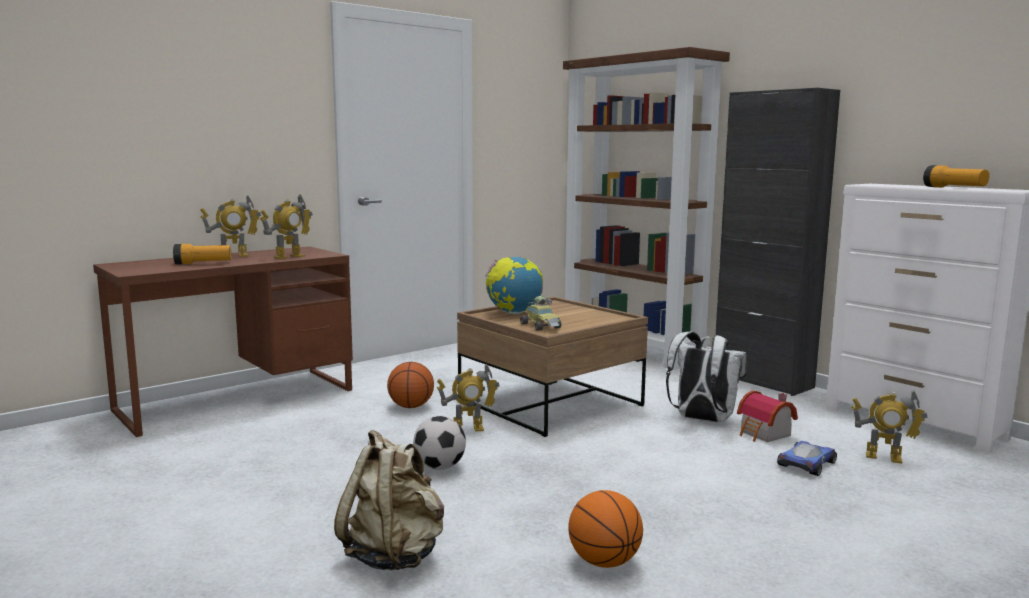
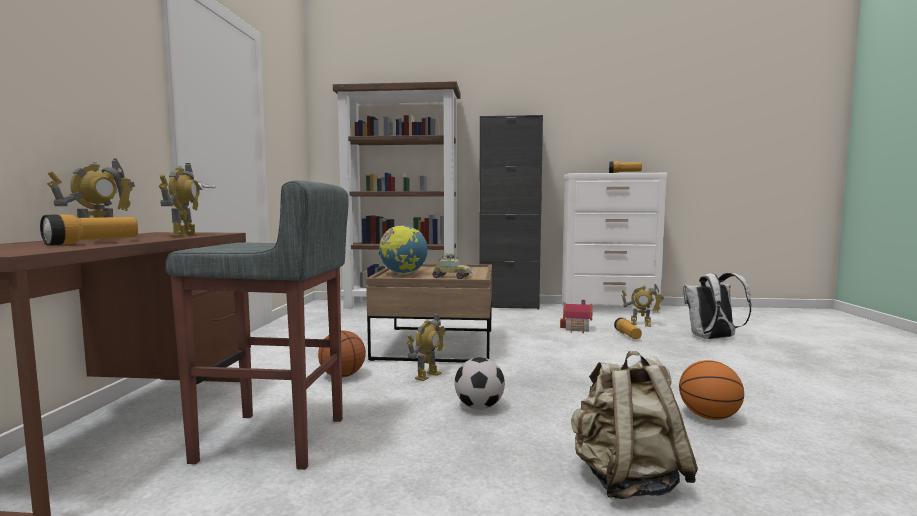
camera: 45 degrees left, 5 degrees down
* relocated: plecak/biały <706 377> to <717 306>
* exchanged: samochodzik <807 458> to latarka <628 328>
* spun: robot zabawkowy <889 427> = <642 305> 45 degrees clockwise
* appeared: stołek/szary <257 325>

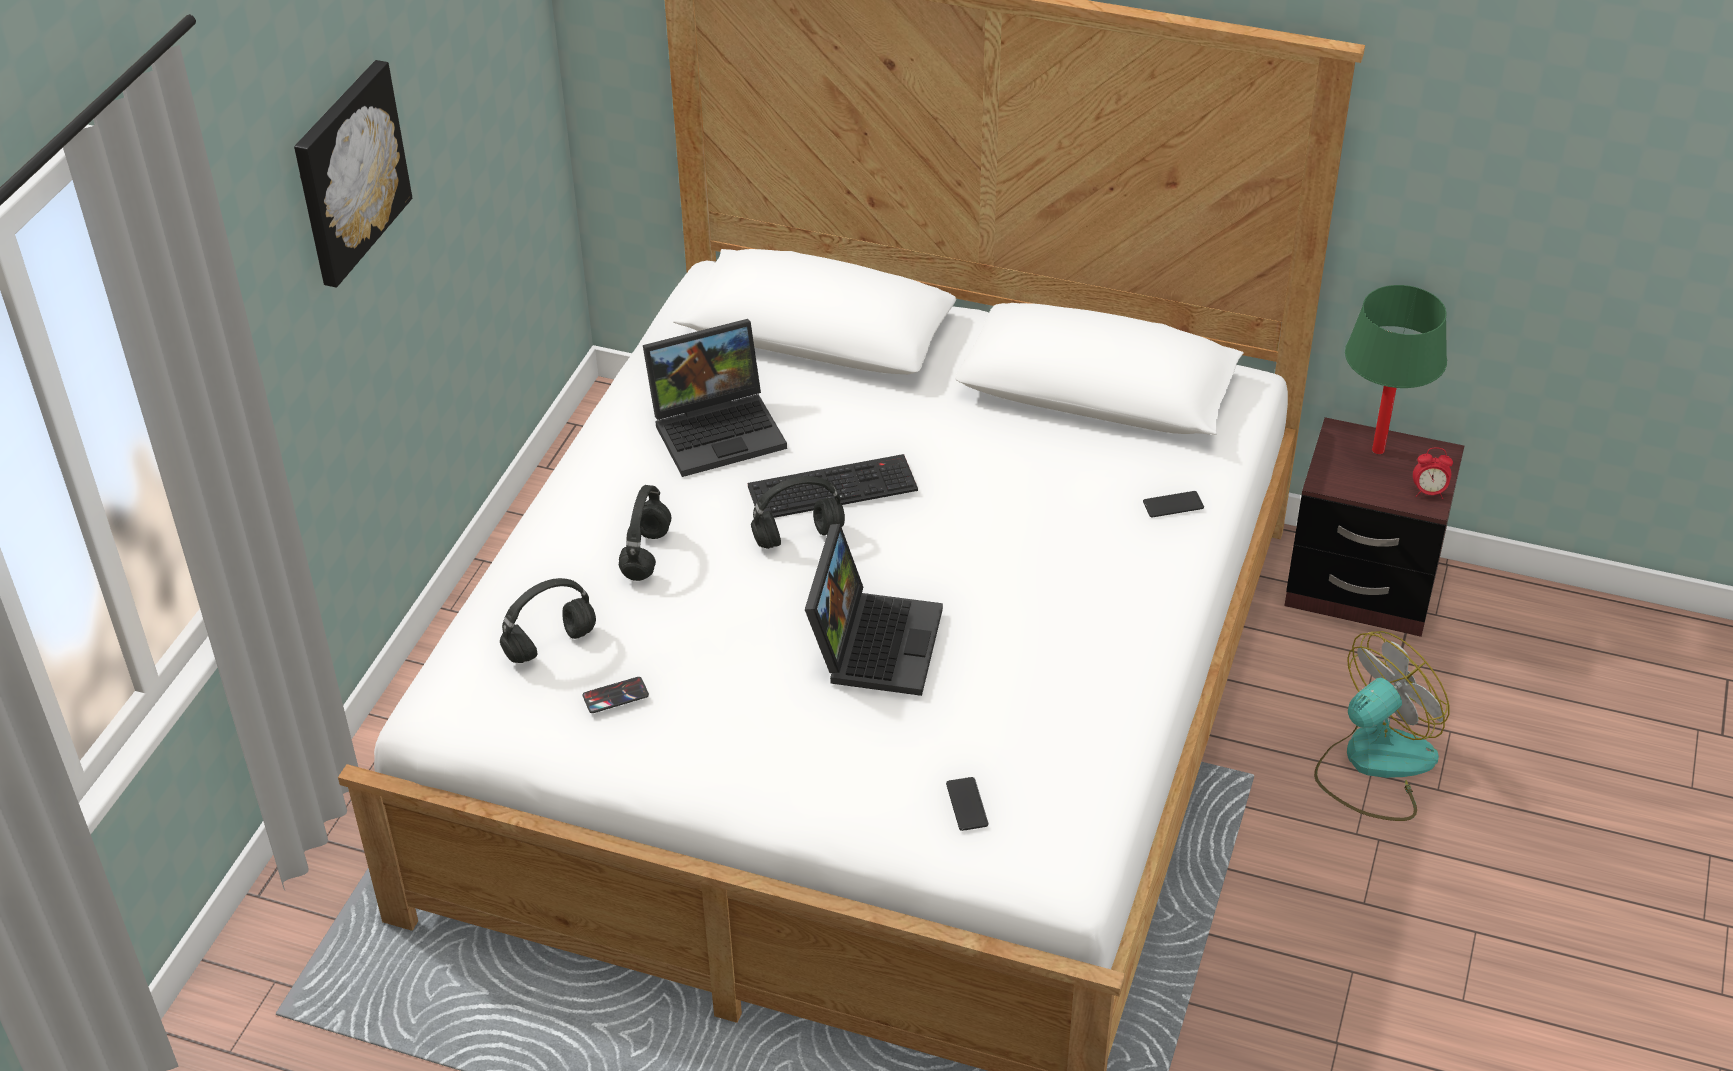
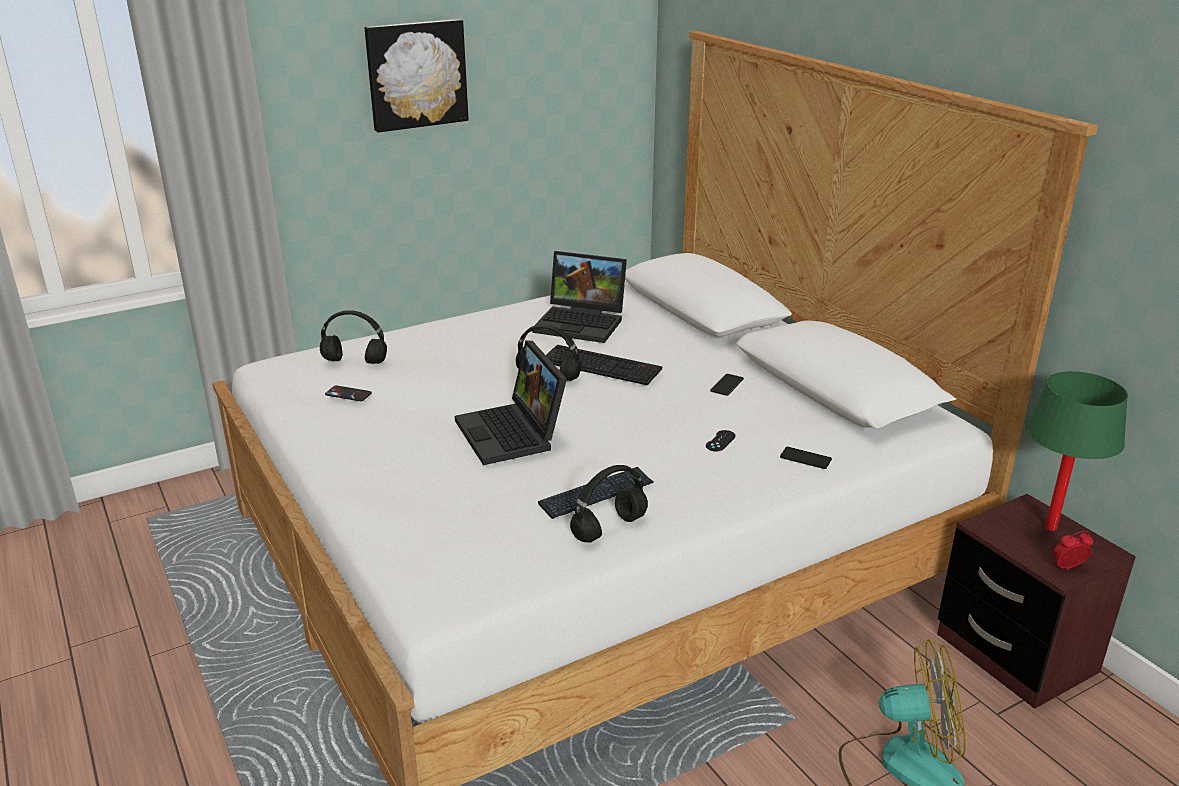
camera: 40 degrees right, 15 degrees down
* relocated: słuchawki/czarny <645 533> to <609 504>
* spun: laptop <874 610> = <511 402> 105 degrees clockwise
* relocated: telefon <967 804> to <727 385>
* spun: budzik <1433 473> = <1072 550> 120 degrees clockwise
* appeared: klawiatura <596 493>
* appeared: pad do gier/czarny <720 441>

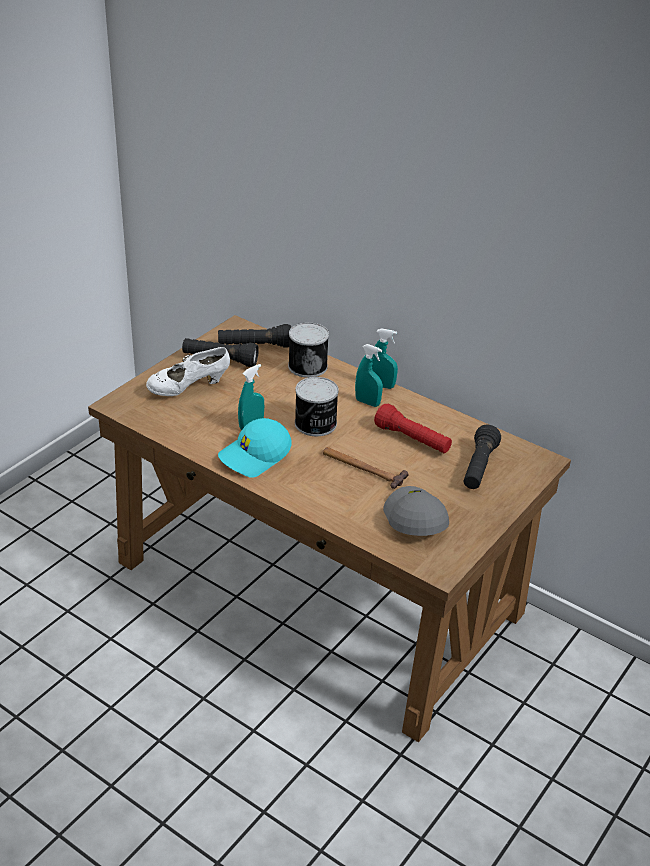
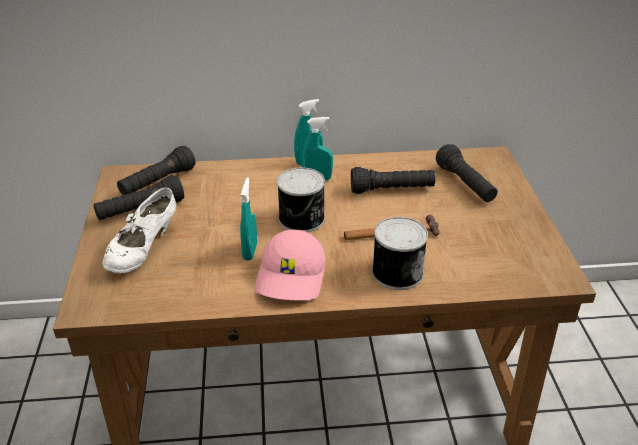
camera: 40 degrees left, 0 degrees up
* colour: czapka z daszkiem/turkusowy <255 448> to czapka z daszkiem/różowy <290 265>
* relocated: puszka <308 350> to <400 253>
* colour: latarka/czerwony <413 428> to latarka/czarny <393 180>
* missing: czapka z daszkiem/szary <416 511>

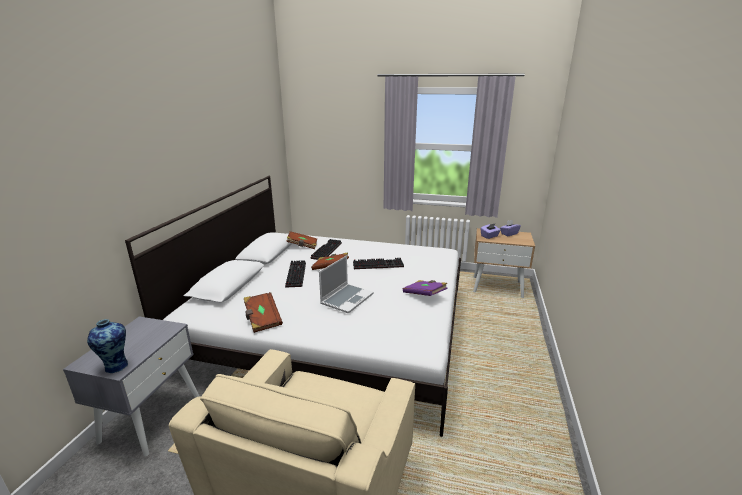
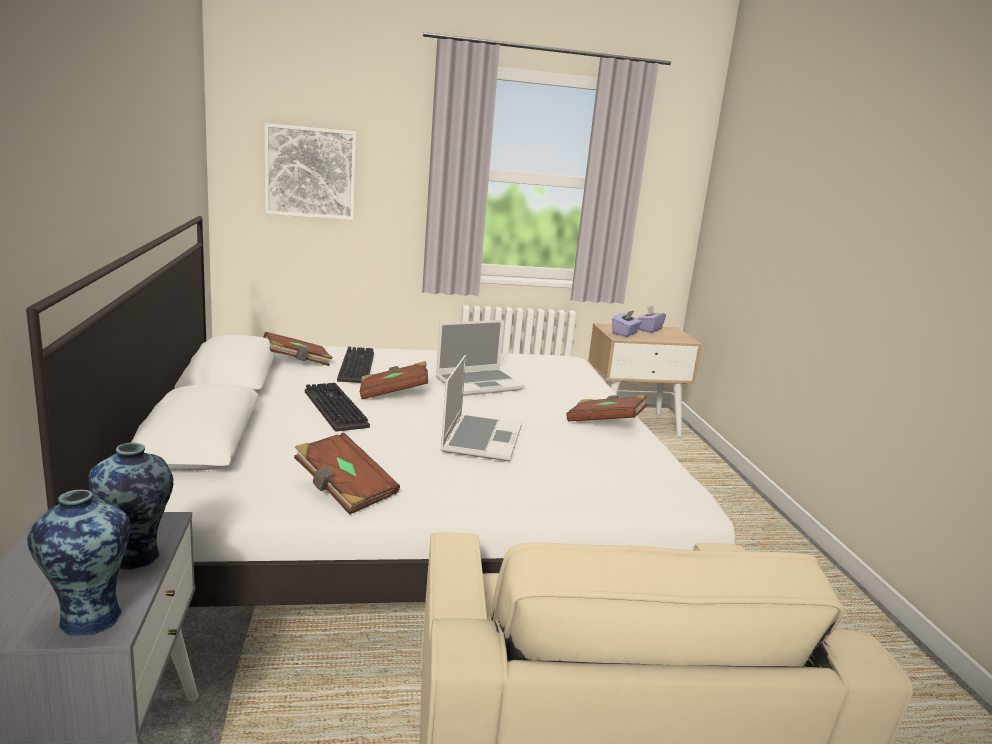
camera: 25 degrees left, 5 degrees down
* exchanged: klawiatura <378 263> to laptop <480 358>
* colour: książka/fioletowy <425 288> to książka/brązowy <606 408>
* appeared: wazon <130 506>
* appeared: obraz <310 171>

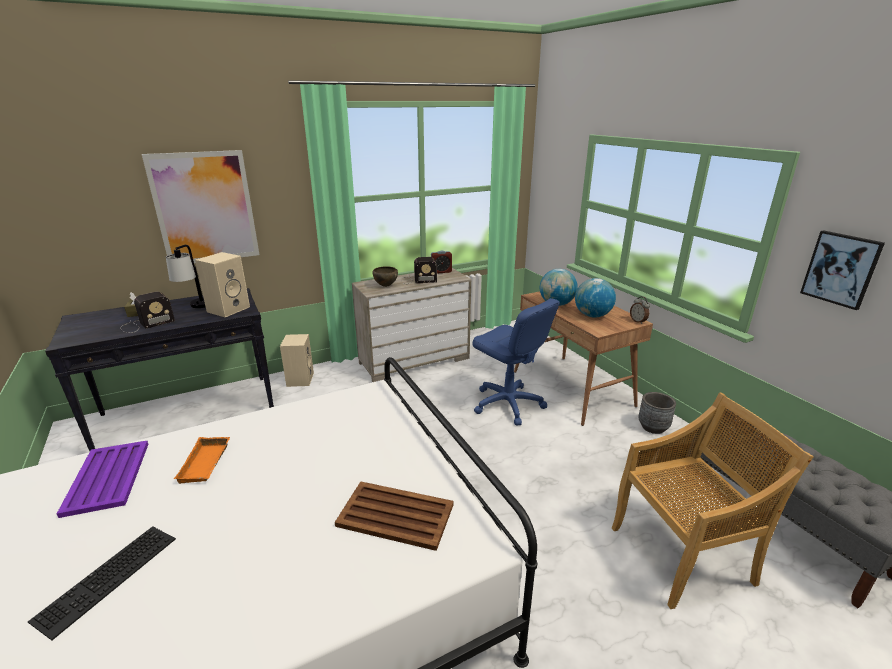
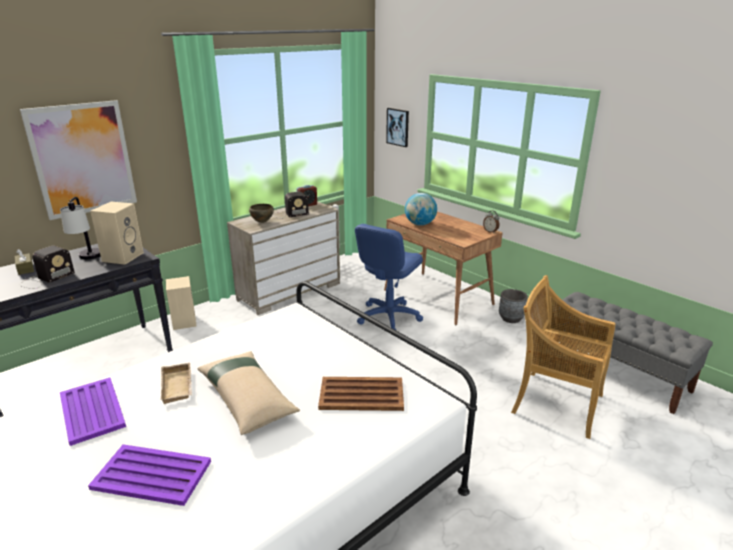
camera: 15 degrees left, 0 degrees up
* exchanged: klawiatura <102 583> to taca/fioletowy <149 475>
* colour: taca/pomarańczowy <202 460> to taca/beżowy <176 383>
* spun: krzesło biurowe/niebieski <516 362> = <389 277> 90 degrees clockwise
* missing: globus <595 298>
* spun: krzesło/beżowy <713 500> = <563 357> 120 degrees counterclockwise
* relocated: obraz <842 270> to <397 127>
* appeared: poduszka/beżowy <248 393>

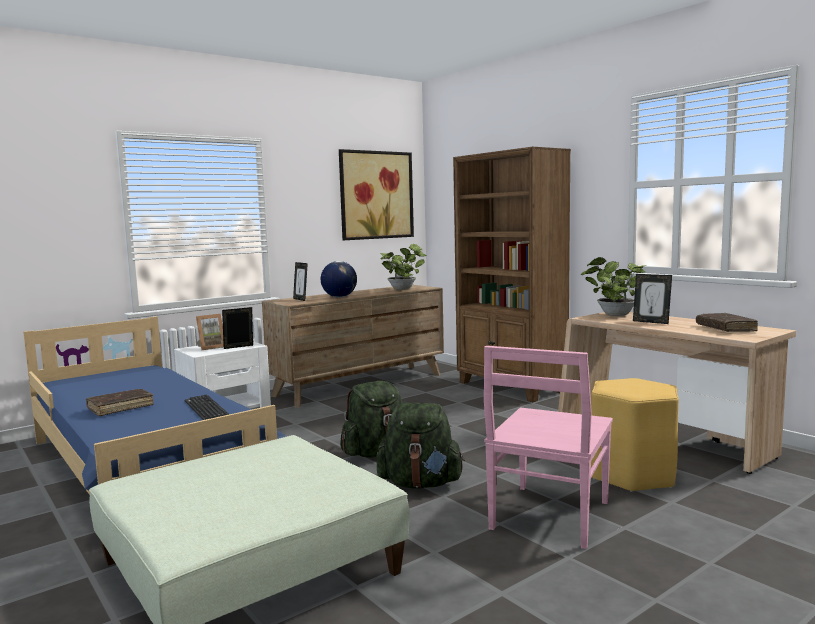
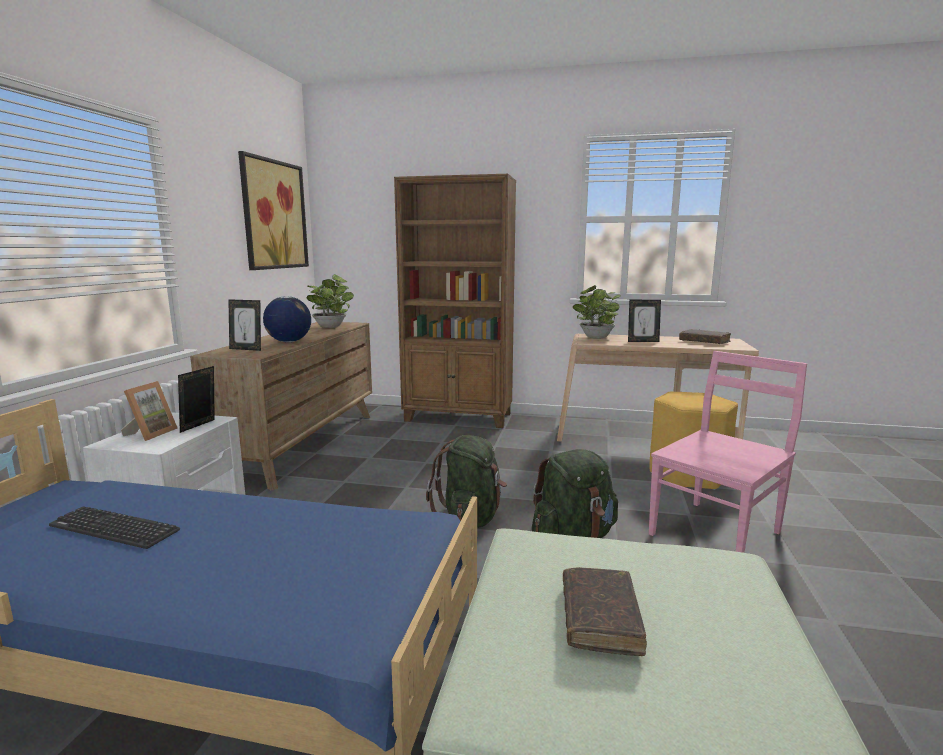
camera: 40 degrees left, 5 degrees up
* relocated: książka/brązowy <120 402> to <605 611>
* relocated: klawiatura <207 407> to <114 527>
* spun: krzesło/różowy <548 447> = <728 452> 120 degrees counterclockwise

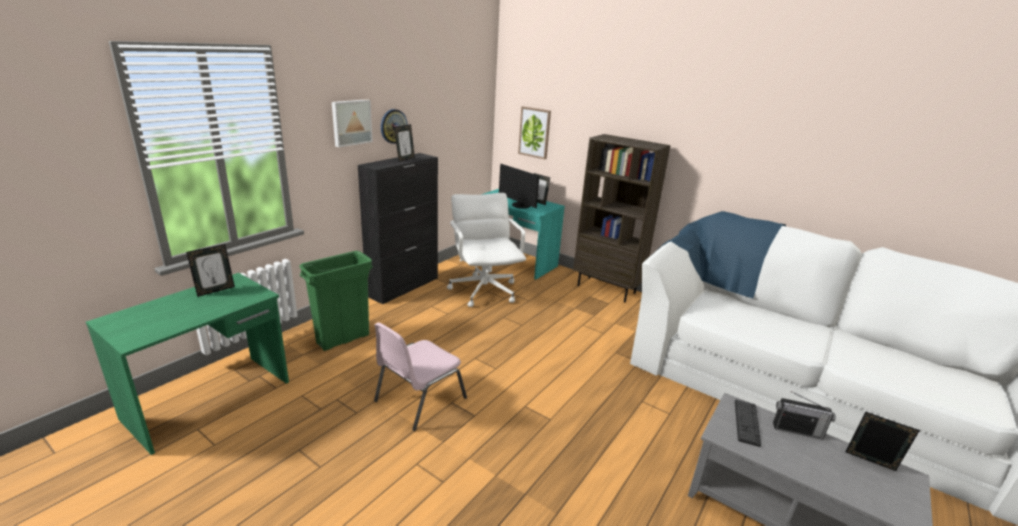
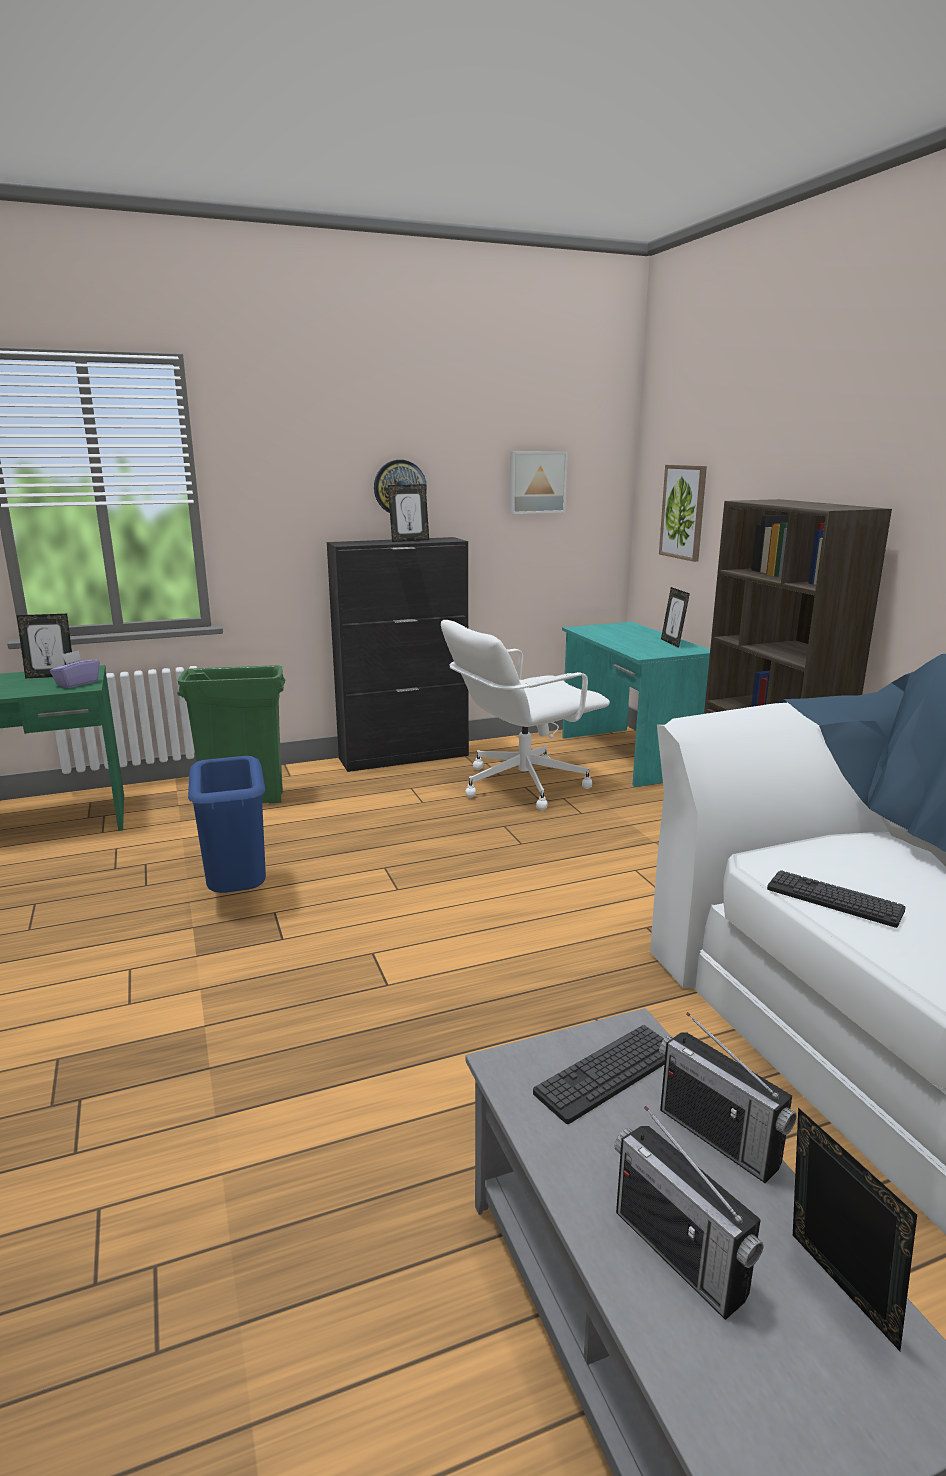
camera: 35 degrees right, 5 degrees down
* relocated: obraz <352 123> to <538 482>
* exchanged: krzesło/różowy <420 376> to kosz na śmieci/niebieski <227 824>
* spun: krzesło biurowe/biały <486 250> = <525 715> 135 degrees counterclockwise
* missing: monitor <519 186>
* appeared: pudełko chusteczek/fioletowy <75 669>
* appeared: radio <689 1213>
* appeared: klawiatura <836 899>

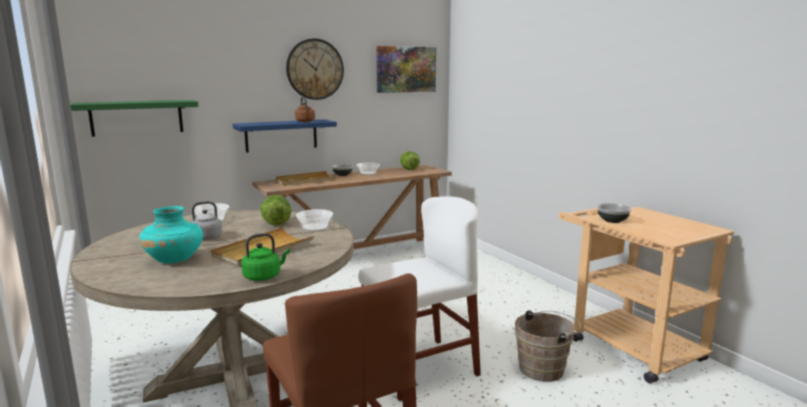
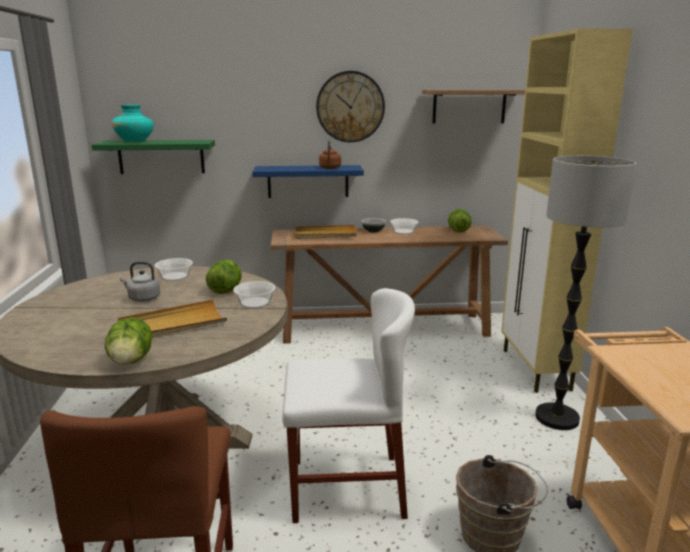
camera: 25 degrees right, 5 degrees up
* relocated: wazon/turkusowy <171 234> to <132 123>
* exchanged: czajnik/zielony <265 257> to sałata <128 341>
* exchanged: obraz <406 69> to półka <473 107>
* missing: miska <614 213>
* appeared: szafka/beżowy <567 210>
* appeared: lampa stojąca <585 293>

